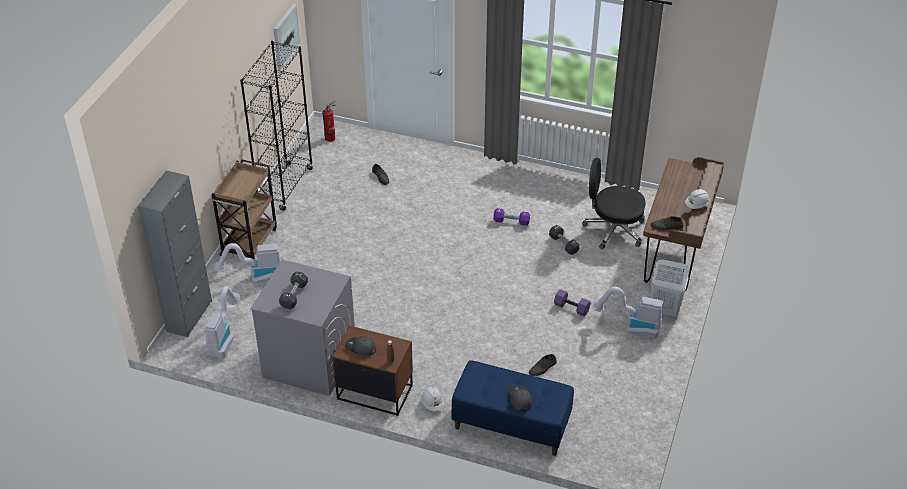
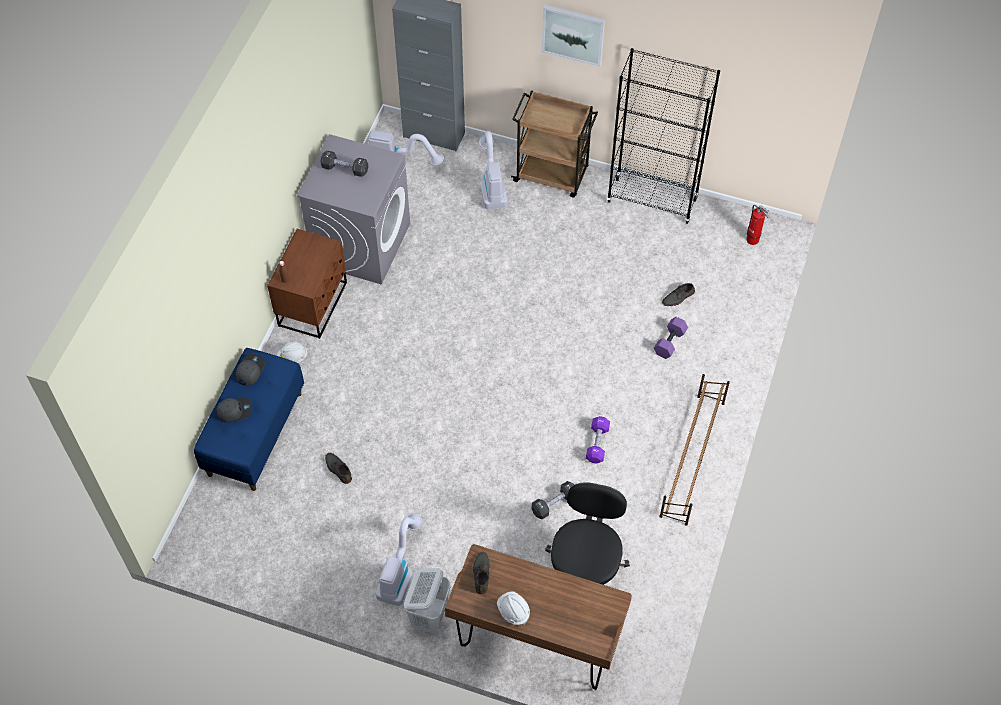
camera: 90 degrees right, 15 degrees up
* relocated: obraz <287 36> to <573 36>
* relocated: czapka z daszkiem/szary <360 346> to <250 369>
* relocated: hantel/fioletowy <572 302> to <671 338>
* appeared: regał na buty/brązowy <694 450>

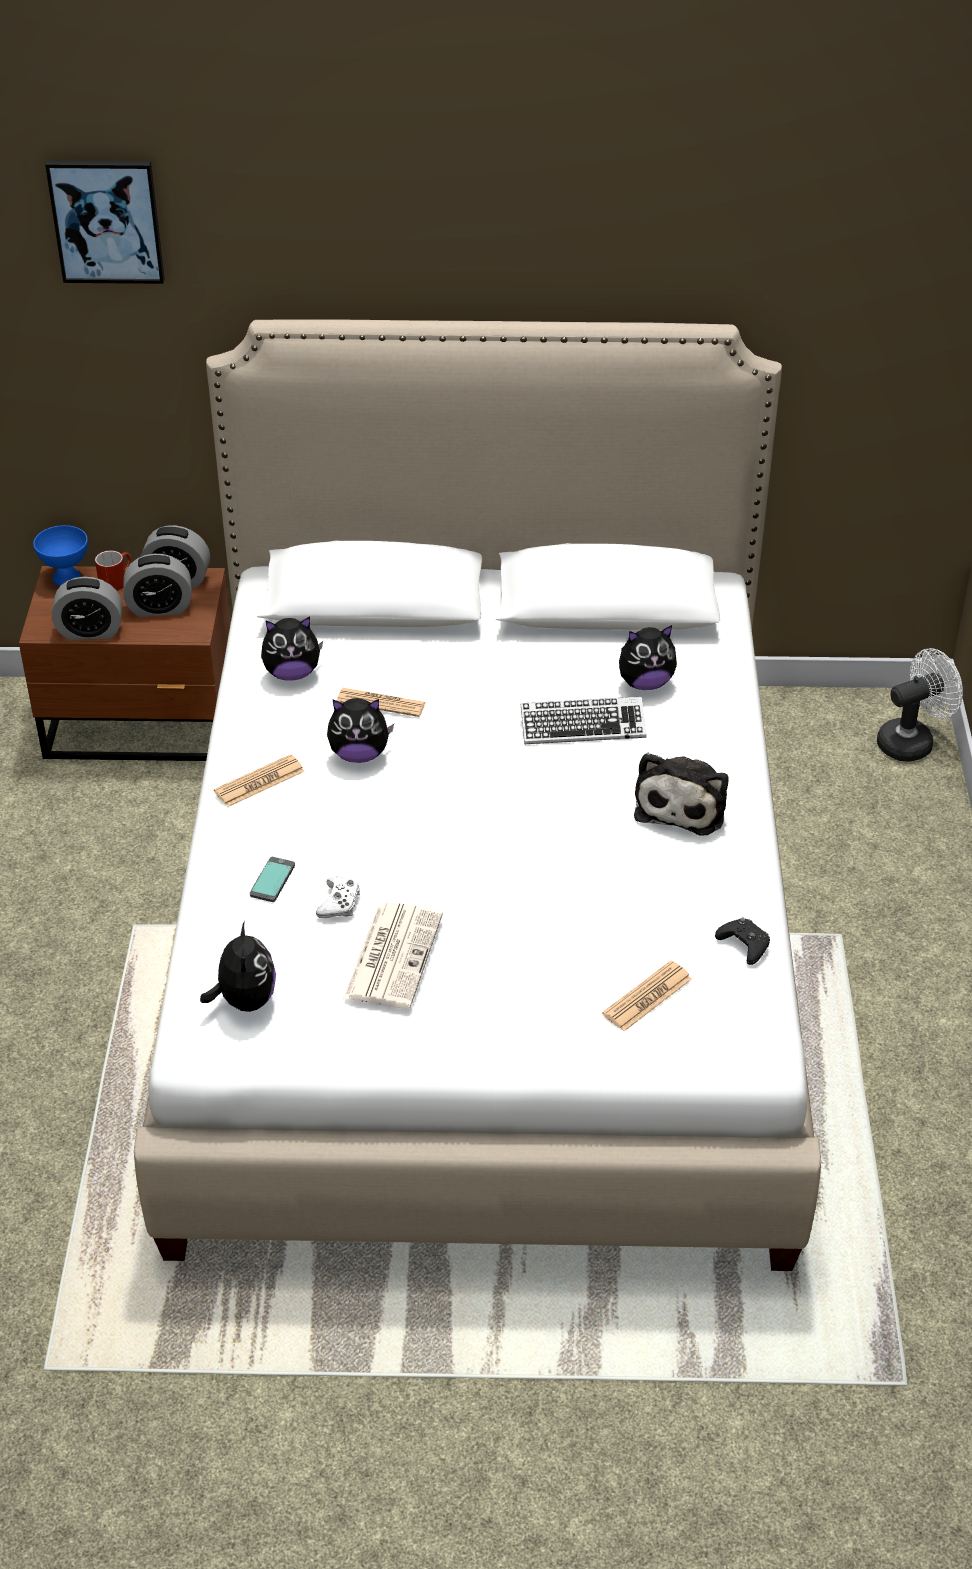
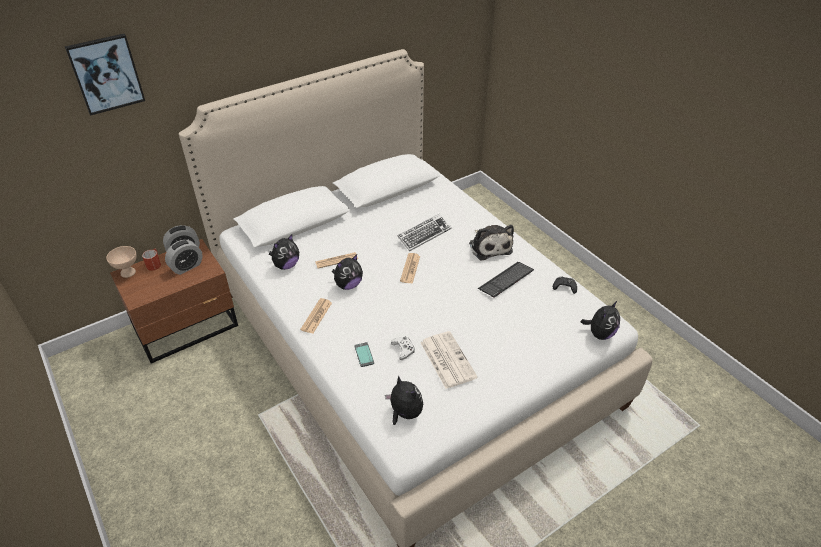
camera: 35 degrees left, 0 degrees up
* colour: miska/niebieski <60 555> to miska/beżowy <121 262>
* missing: budzik <87 608>
* relocated: gazeta <647 996> to <410 268>
* relocated: pluszak <648 657> to <600 320>
* missing: wentylator/biały <920 705>
* appeared: klawiatura <506 280>

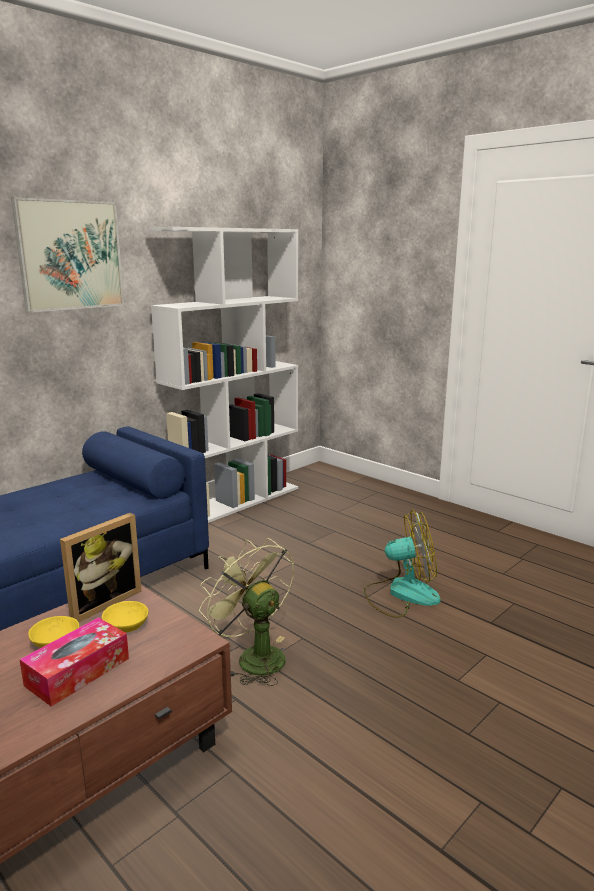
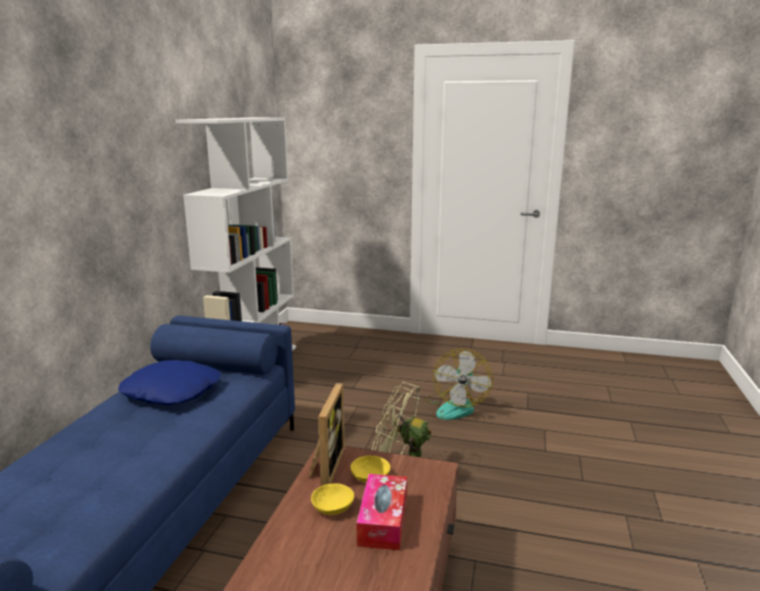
camera: 30 degrees left, 0 degrees up
* missing: obraz <67 255>
* spun: wentylator <402 563> = <459 384> 135 degrees clockwise
* appeared: poduszka/niebieski <169 382>

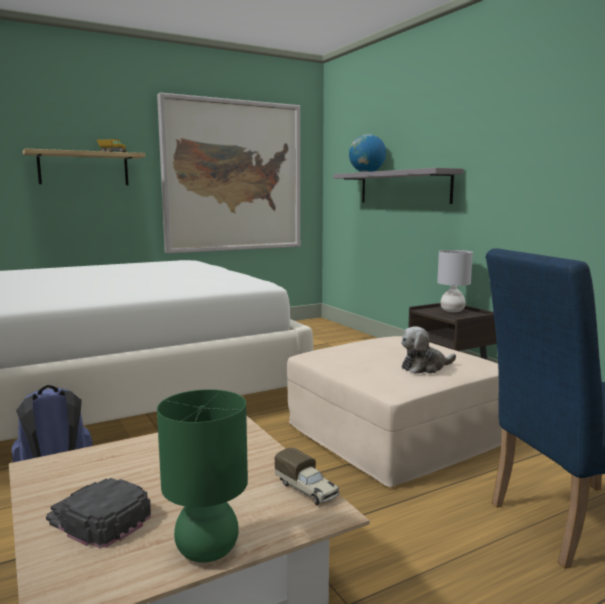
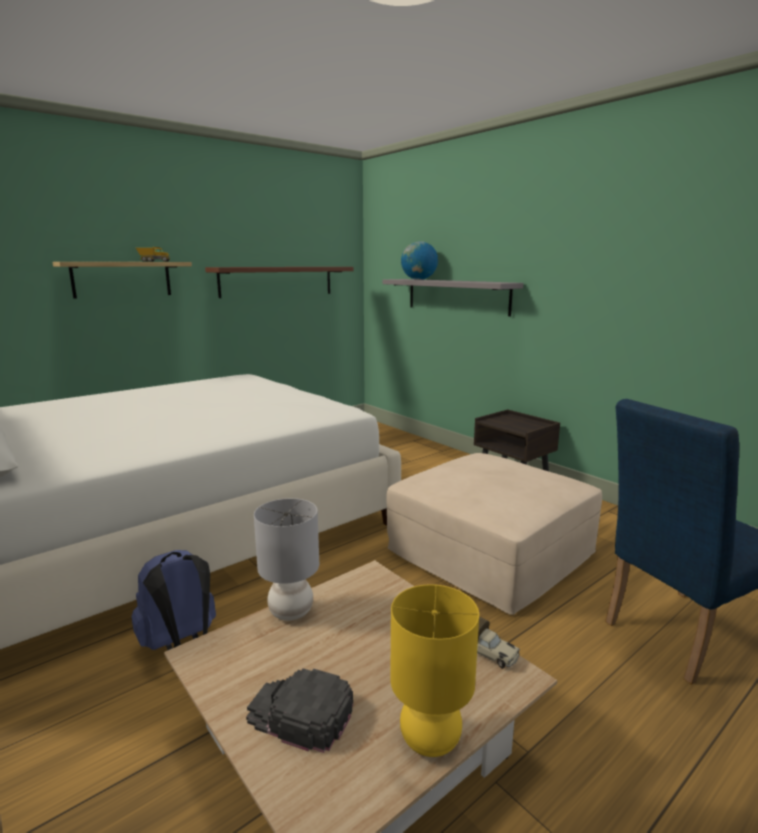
camera: 10 degrees left, 5 degrees up
* exchanged: obraz <228 173> to półka/brązowy <279 282>
* colour: lampa stołowa/zielony <202 476> to lampa stołowa/żółty <434 670>
* missing: pluszak <428 350>
* relocated: lampa stołowa/szary <455 281> to <286 559>

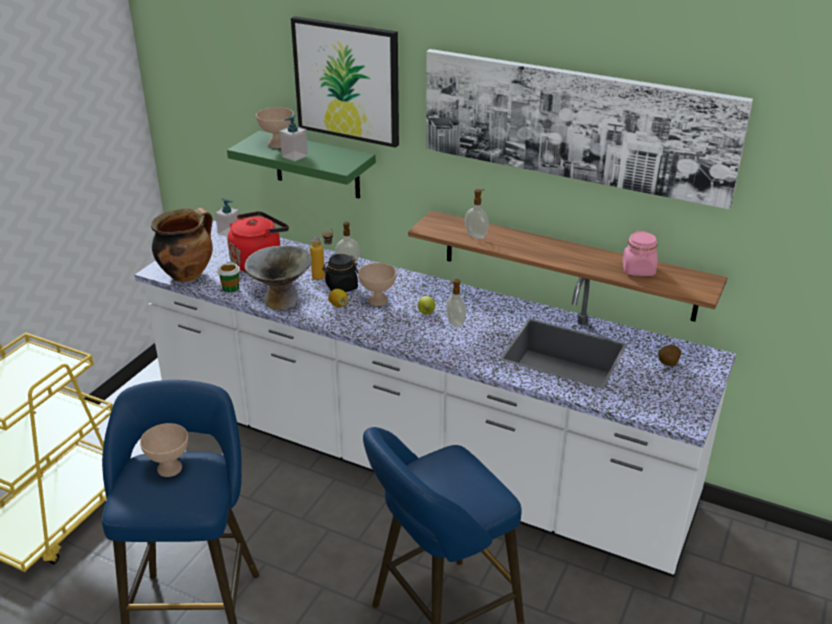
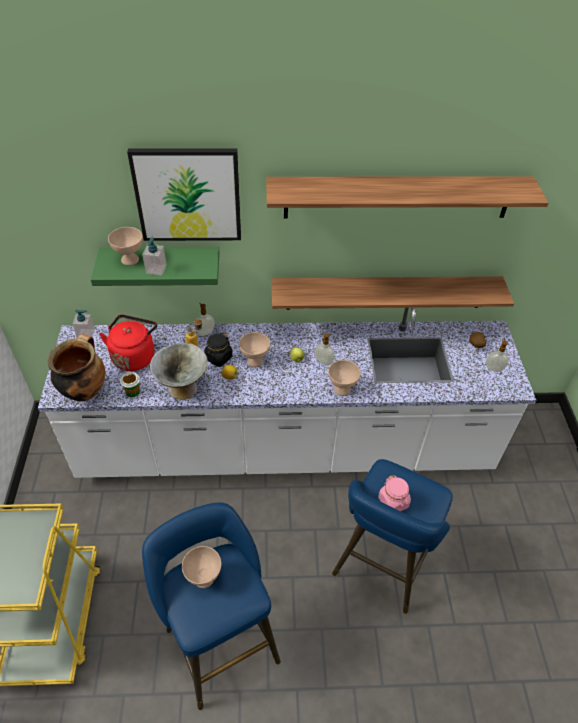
camera: 30 degrees left, 15 degrees up
* exchanged: obraz <589 129> to półka <407 197>
* relocated: dozownik mydła <477 214> to <497 355>
* relocated: słoik/różowy <640 253> to <394 493>
* appeared: miska/beżowy <344 378>

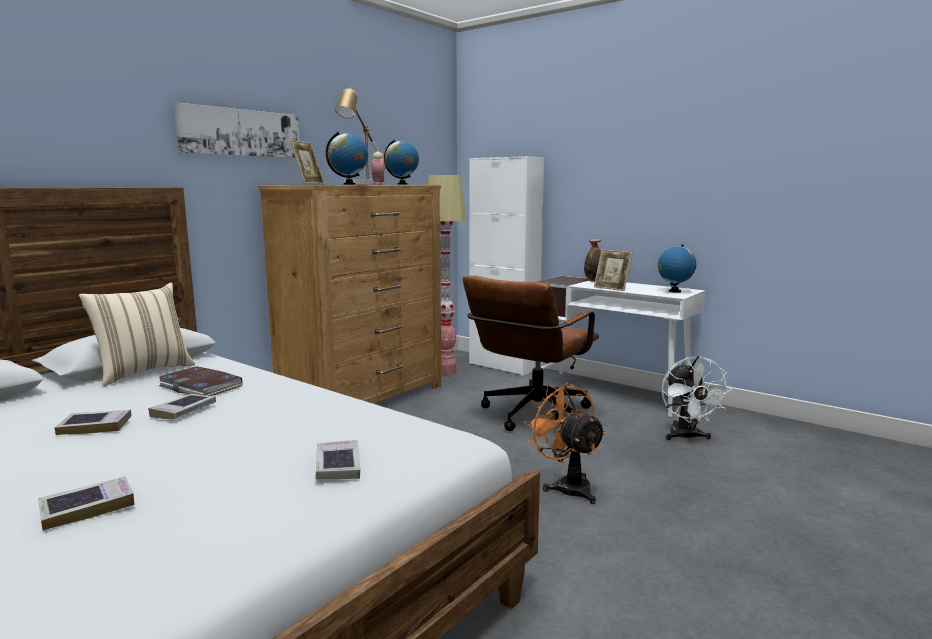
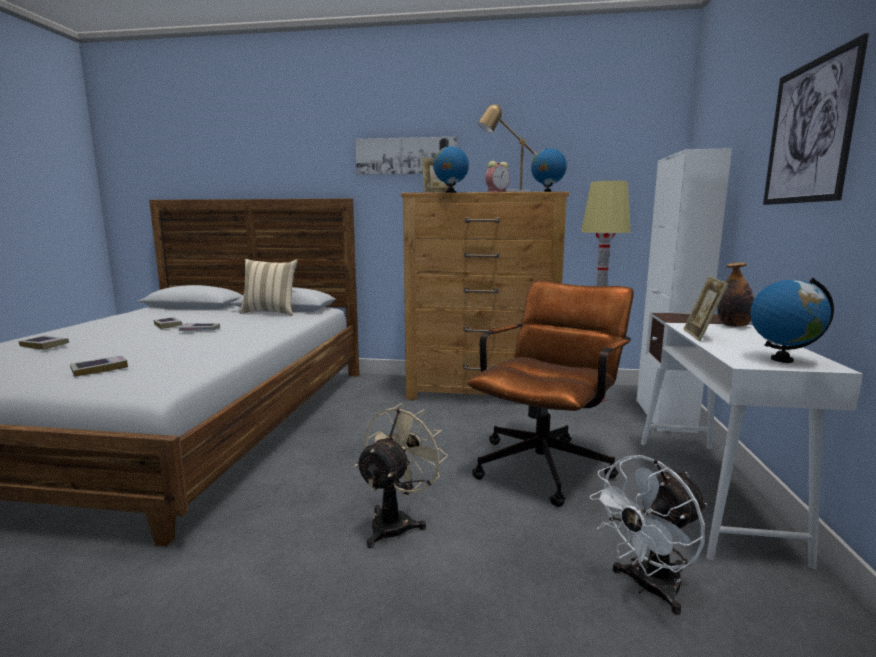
camera: 60 degrees right, 0 degrees up
* missing: książka <200 381>
* spun: krzesło biurowe/brązowy <531 353> = <550 393> 120 degrees clockwise
* colour: wentylator/pomarańczowy <565 443> to wentylator/beżowy <401 475>
* appeared: obraz <816 119>

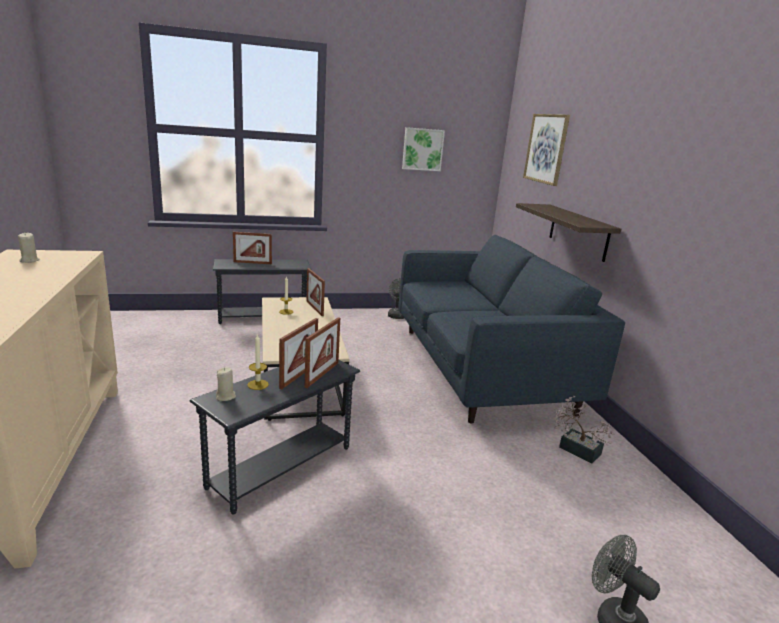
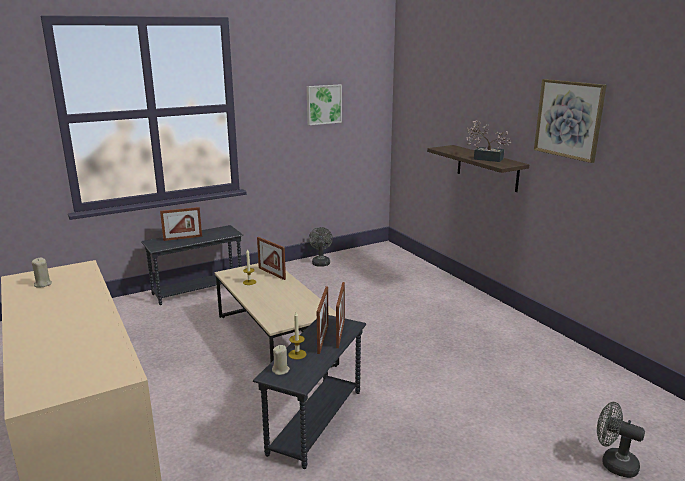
camera: 15 degrees left, 0 degrees up
* missing: kanapa/niebieski <512 329>
* relocated: obraz <546 150> to <570 121>
* relocated: roślina doniczkowa <584 429> to <488 141>

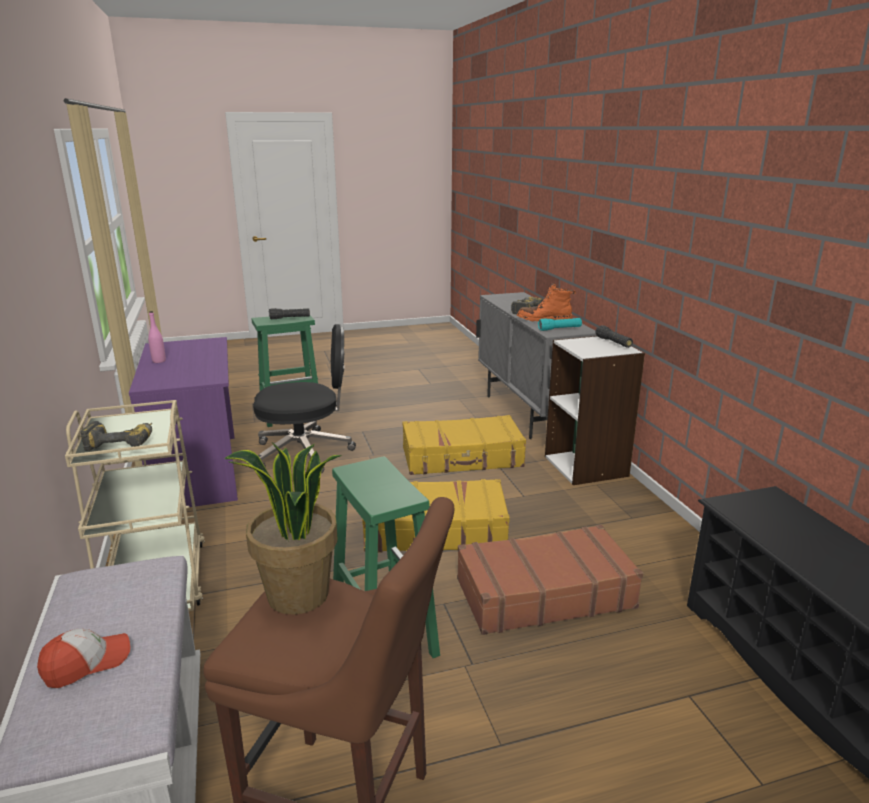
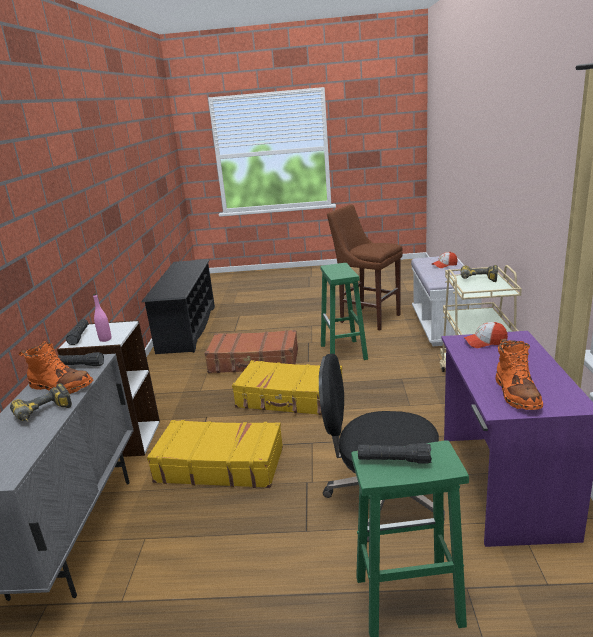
camera: 160 degrees left, 0 degrees up
* relocated: butelka/różowy <157 337> to <102 318>
* missing: roślina doniczkowa <283 529>
* colour: latarka/turkusowy <560 324> to latarka/czarny <81 359>
* appeared: czapka z daszkiem <486 335>
* appeared: but z cholewką/pomarańczowy <519 374>

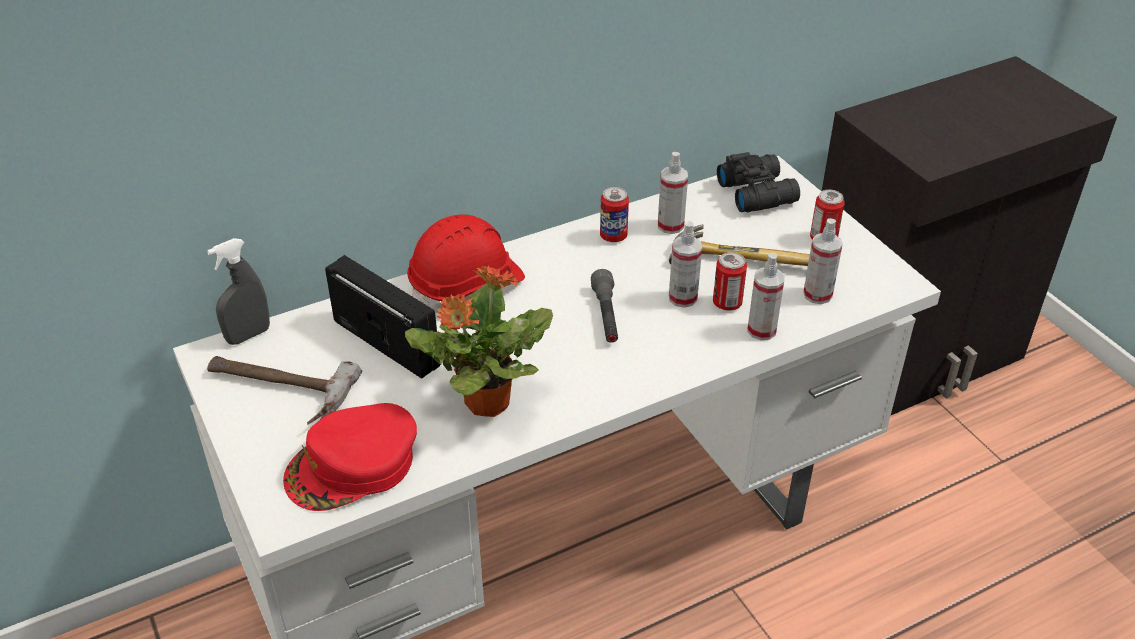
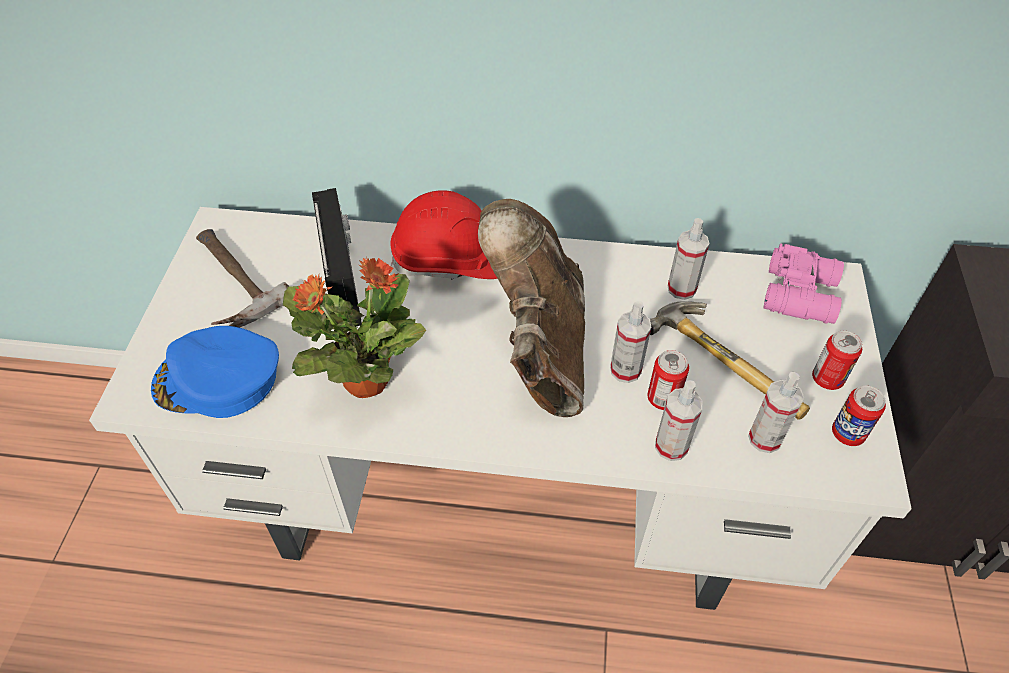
camera: 35 degrees right, 10 degrees up
* missing: spryskiwacz/szary <238 291>
* colour: czapka z daszkiem/czerwony <350 457> to czapka z daszkiem/niebieski <215 372>
* exchanged: latarka/szary <604 306> to but z cholewką/brązowy <531 308>
* relocated: puszka <614 214> to <859 415>
* colour: lornetka/czarny <758 182> to lornetka/różowy <804 283>

